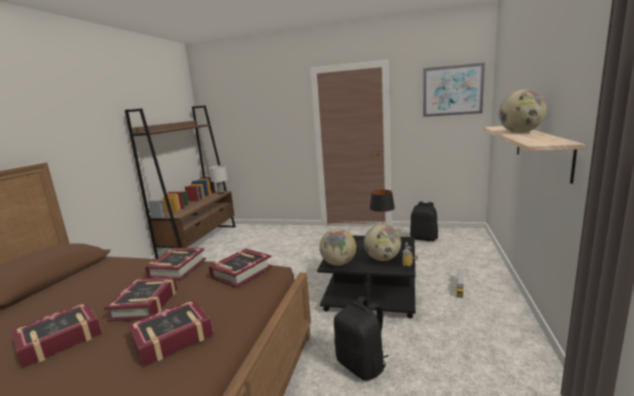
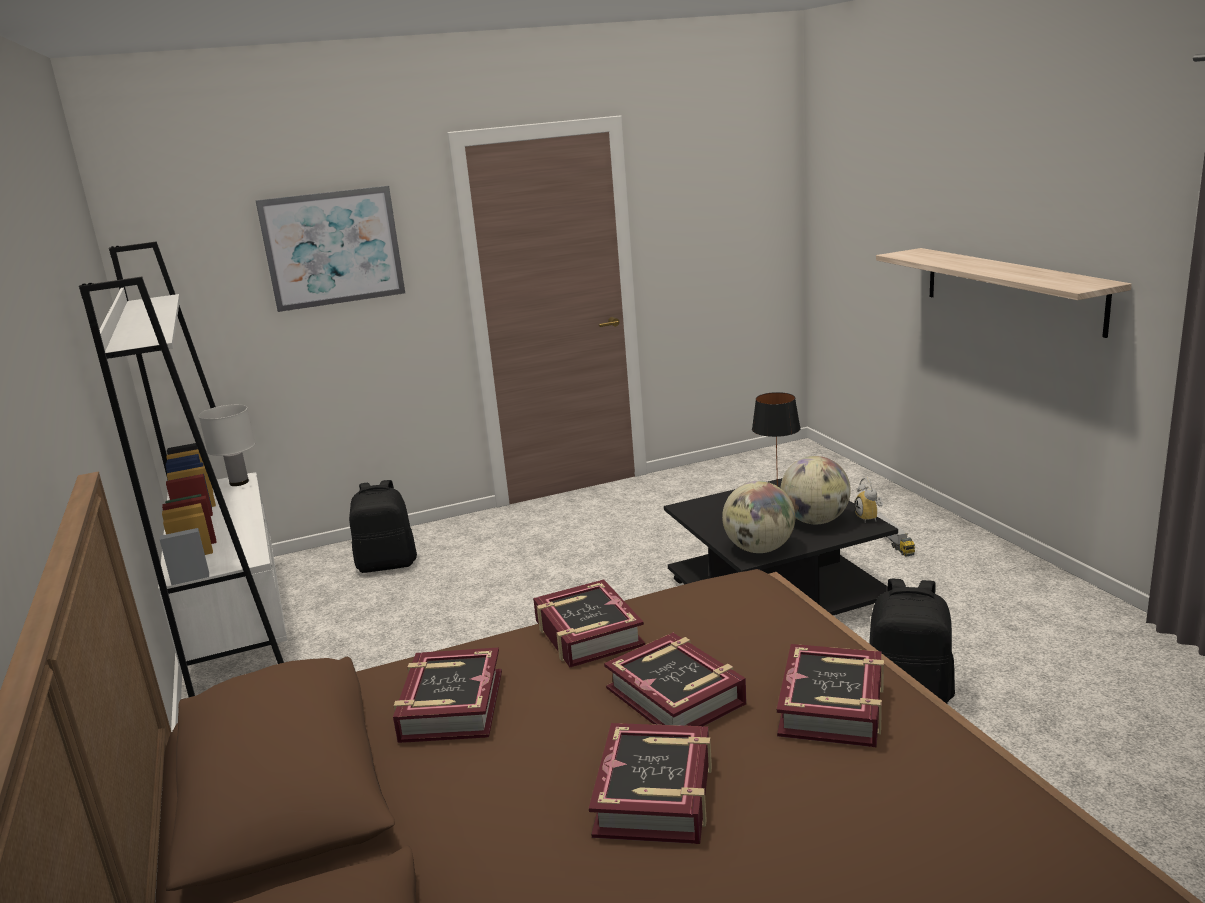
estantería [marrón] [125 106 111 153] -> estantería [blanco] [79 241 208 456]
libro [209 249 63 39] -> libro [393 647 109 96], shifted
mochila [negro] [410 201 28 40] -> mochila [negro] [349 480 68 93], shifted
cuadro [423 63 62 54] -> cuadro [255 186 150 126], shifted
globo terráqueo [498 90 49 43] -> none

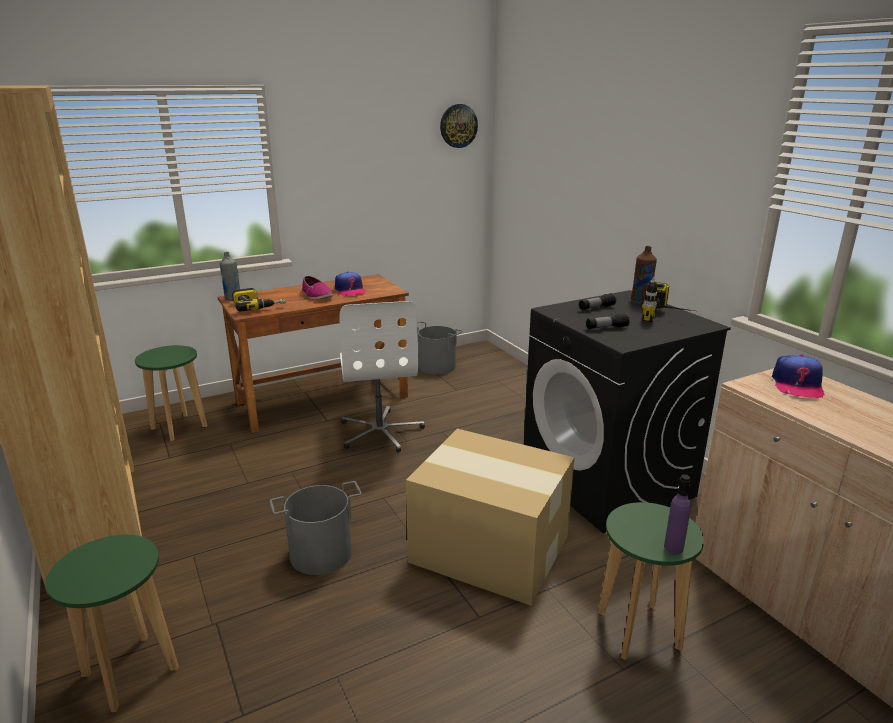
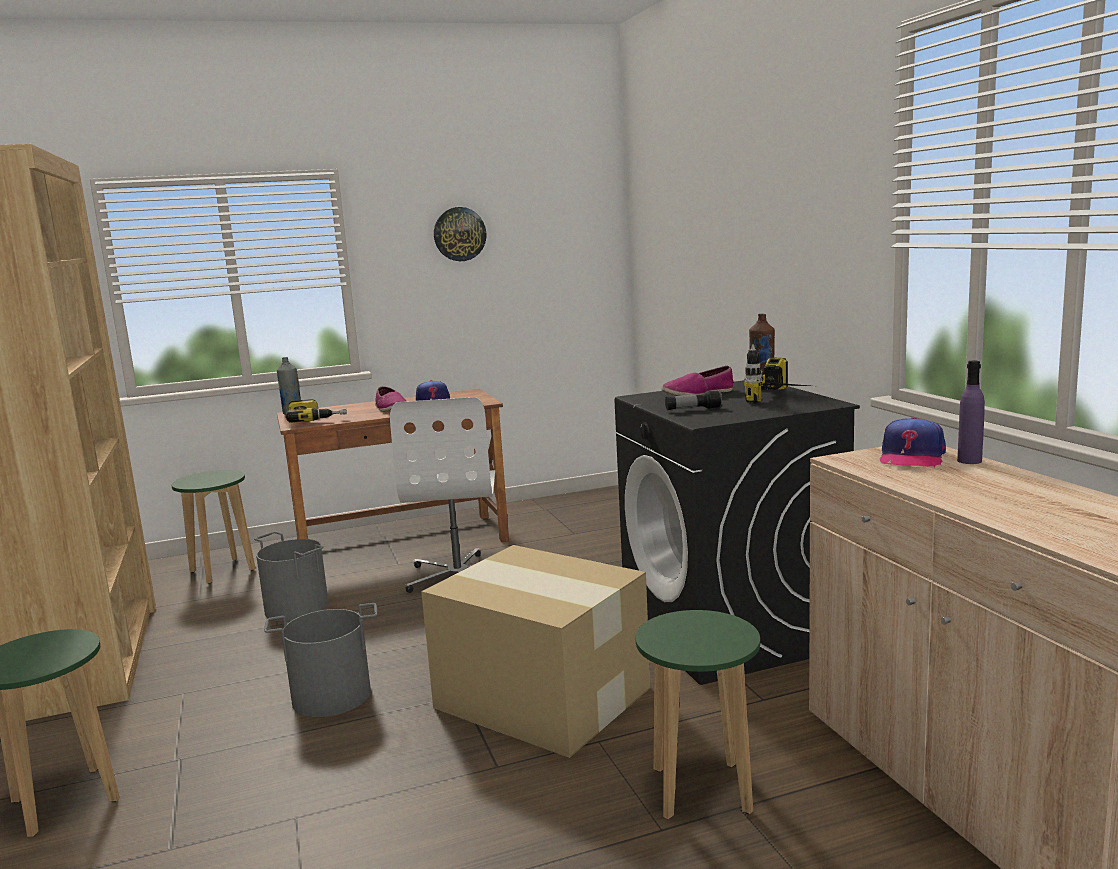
cubo [gris] [417 321 46 54] -> cubo [gris] [254 531 75 90], shifted
reloj de pared [440 104 38 44] -> reloj de pared [434 207 52 54], shifted
linterna [579 293 37 17] -> zapato [662 366 71 30]
botella [morado] [664 475 27 79] -> botella [morado] [957 361 28 103], shifted

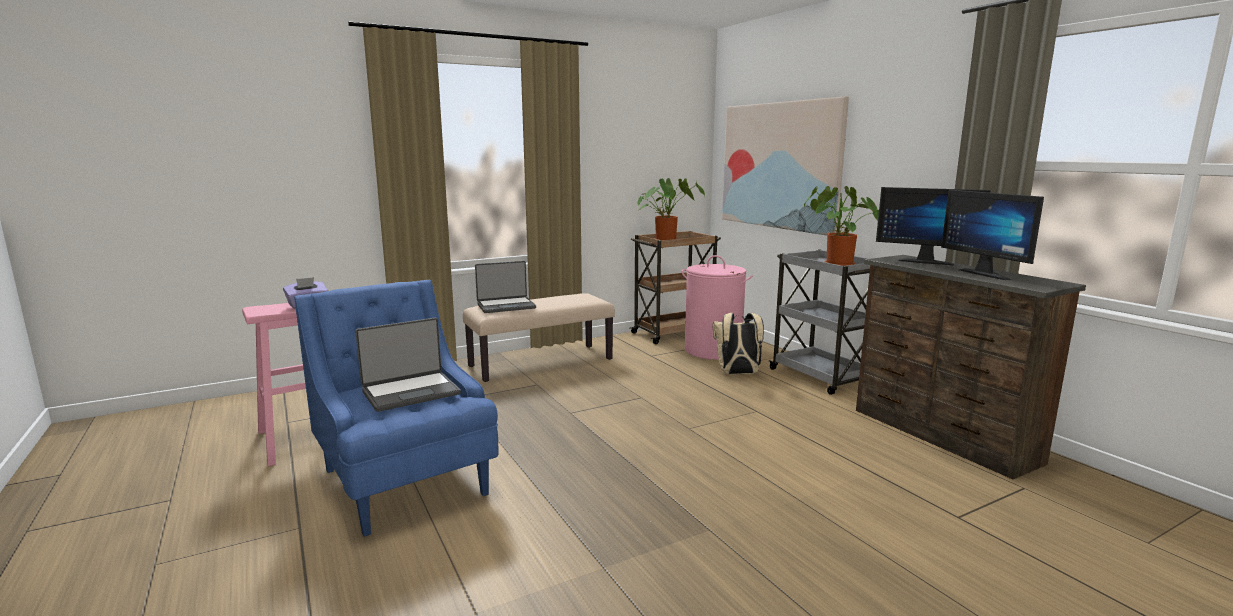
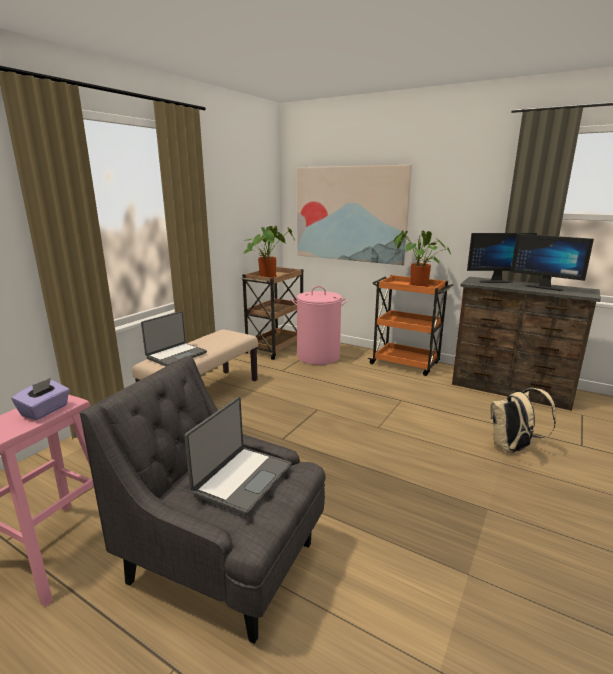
sillón [azul] [294 280 204 257] -> sillón [gris] [80 356 246 288]
mochila [beis] [713 313 51 61] -> mochila [beis] [490 388 66 65], shifted
carrito [gris] [769 249 101 146] -> carrito [naranja] [368 275 85 101]

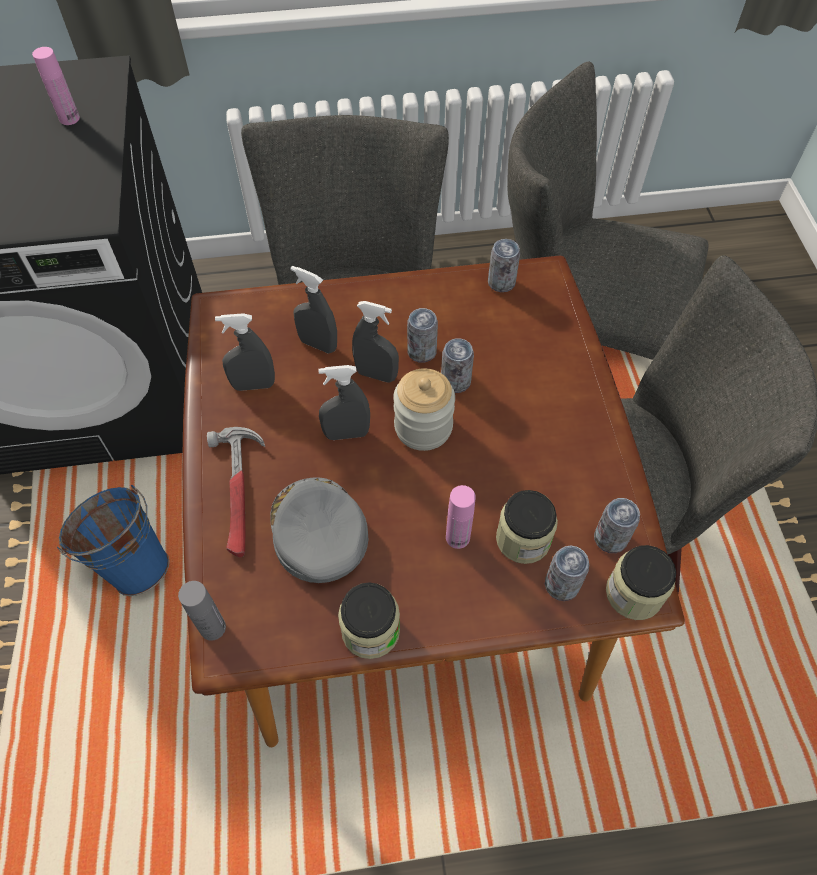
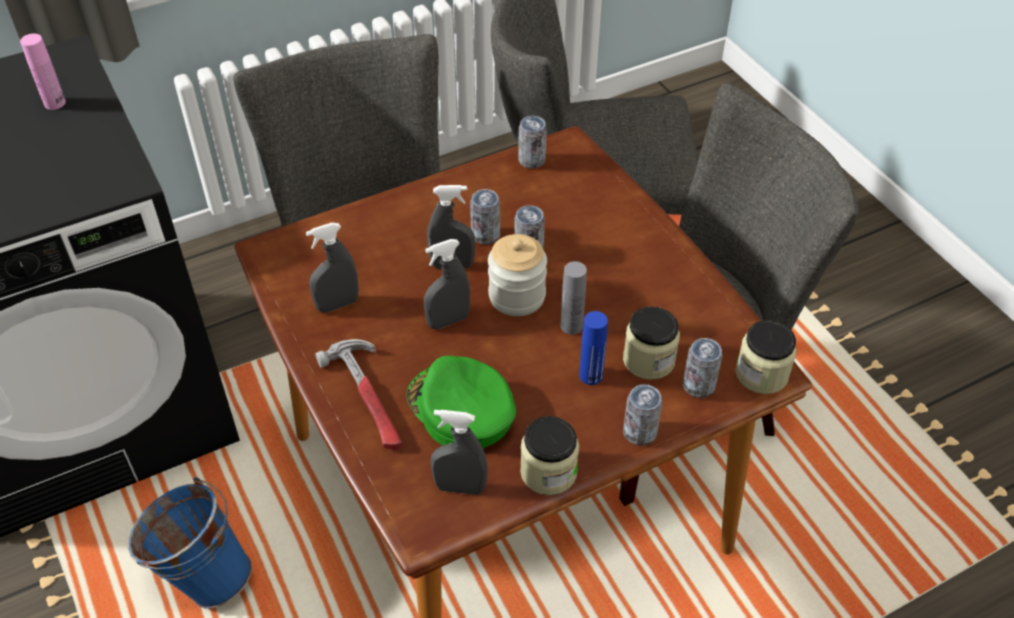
botella [gris] [178 581 48 60] -> botella [gris] [560 261 27 73], shifted
gorra [gris] [270 477 98 106] -> gorra [verde] [407 356 109 92]
pulverizador [gris] [290 266 47 87] -> pulverizador [gris] [430 410 57 85], shifted
botella [rosa] [446 485 30 64] -> botella [azul] [579 311 29 74]
lata [594 498 46 55] -> lata [623 384 39 62], shifted

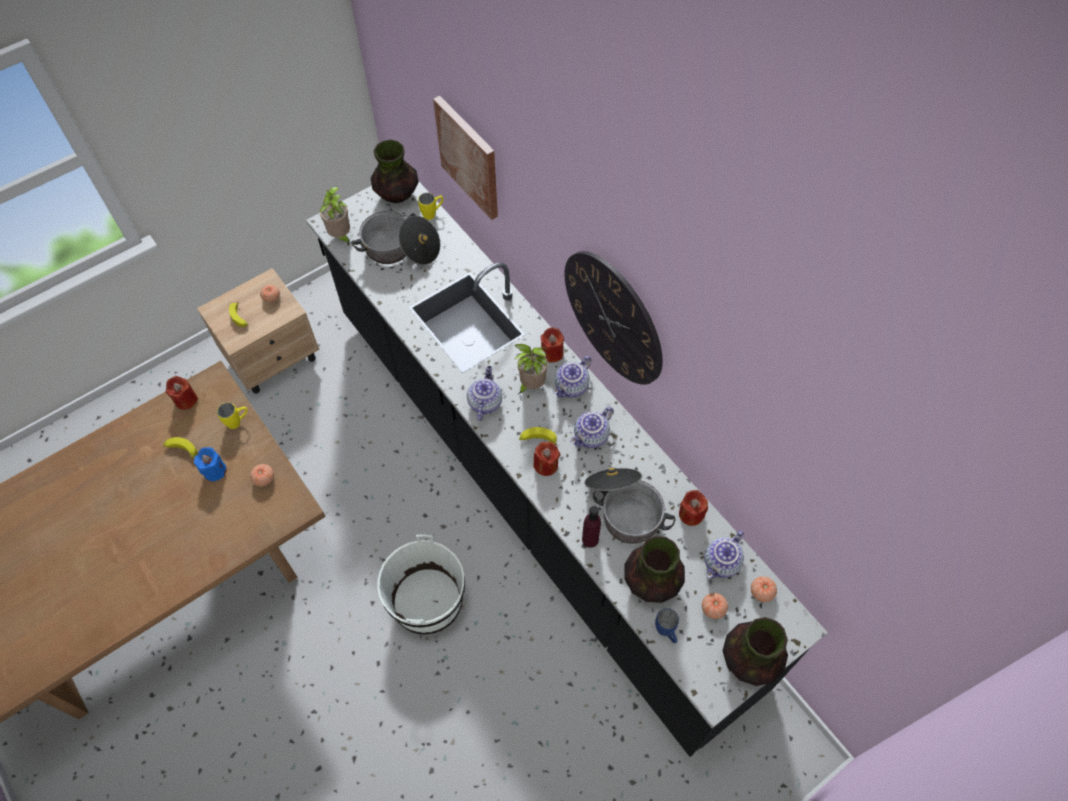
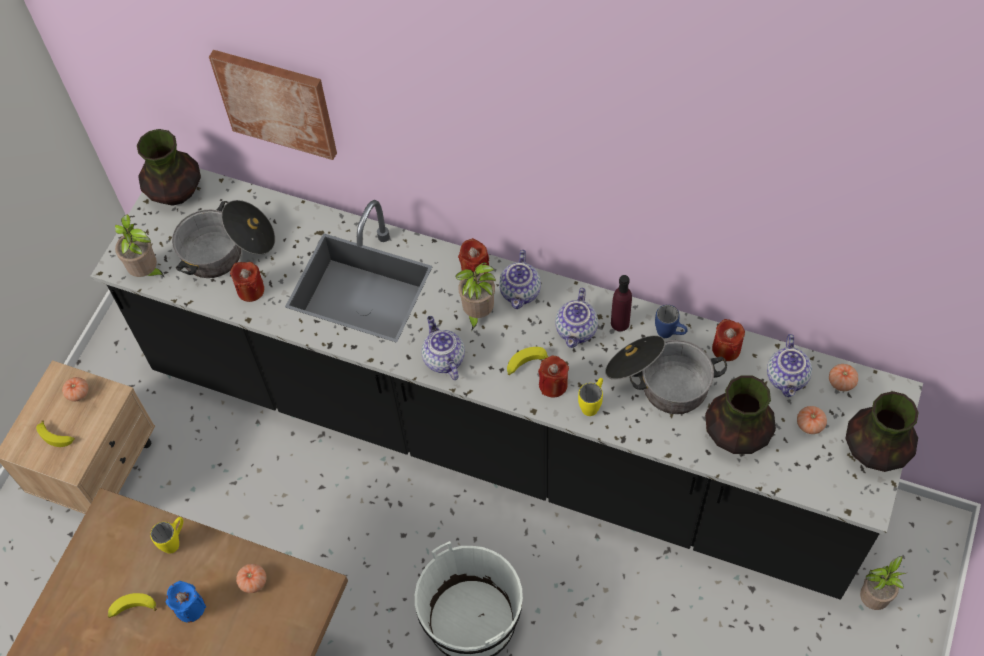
vela [rojo] [165 376 33 34] -> vela [rojo] [230 262 34 40], shifted
taza grande [amarillo] [418 193 25 27] -> taza grande [amarillo] [578 378 25 38], shifted
reloj de pared [565 251 98 134] -> none
botella [morado] [582 506 19 42] -> botella [morado] [611 275 21 56], shifted
taza grande [azul] [655 609 24 34] -> taza grande [azul] [655 305 33 33], shifted
none -> planta en maceta [860 556 46 54]

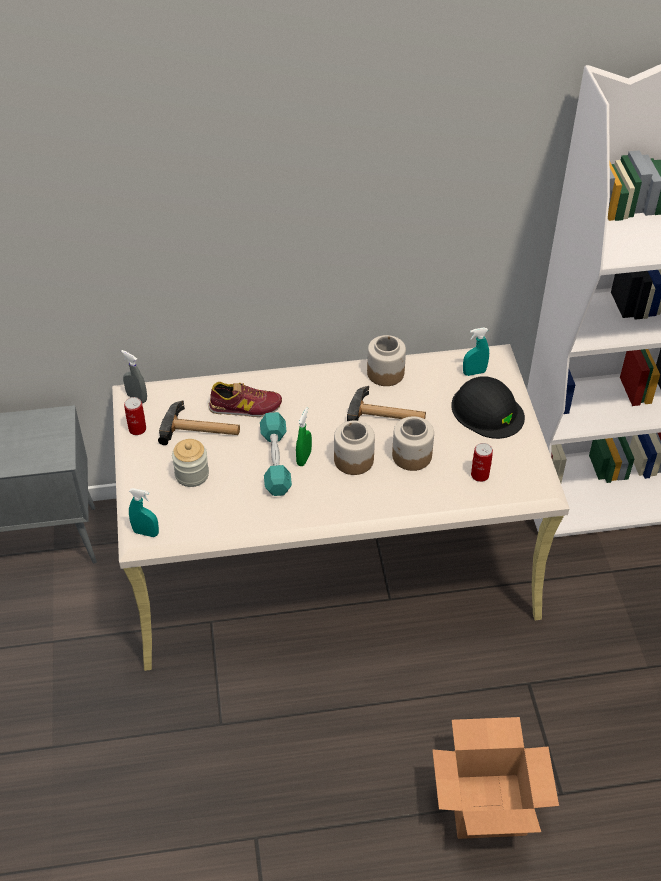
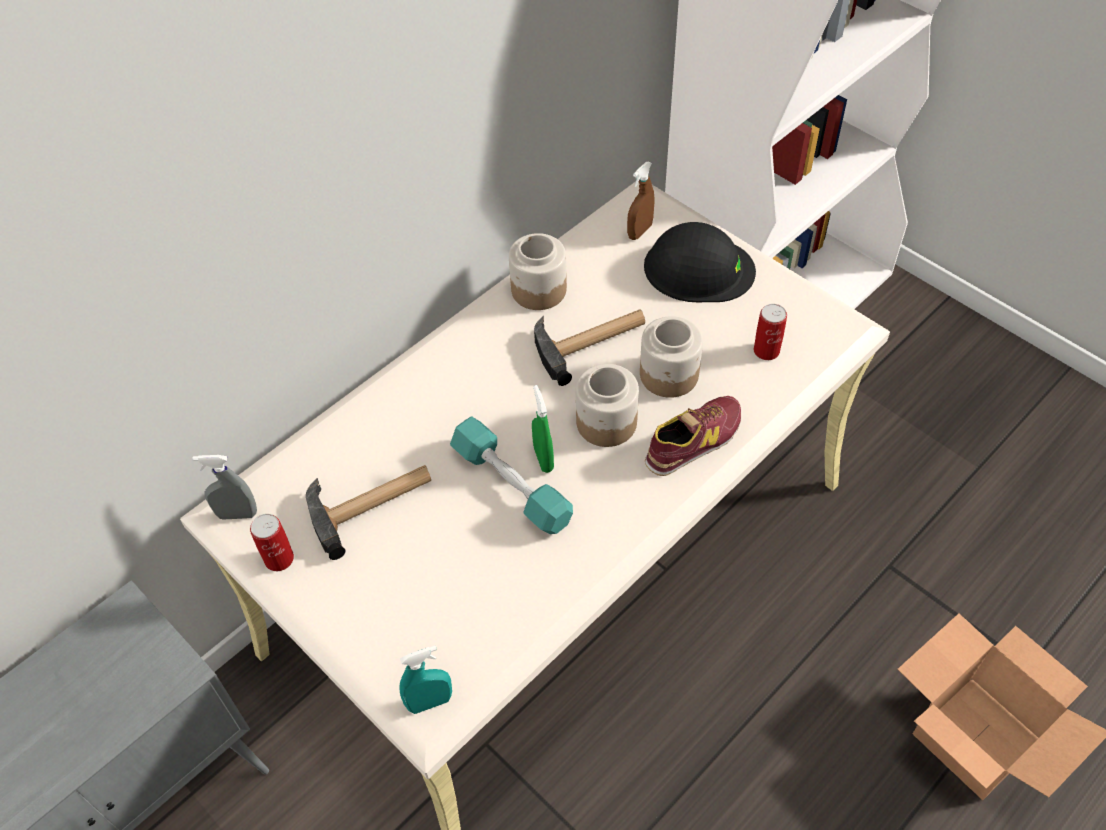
tarro [172 439 37 48] -> none
zapato [208 382 74 35] -> zapato [645 396 96 80], shifted
pulverizador [turquesa] [463 327 26 49] -> pulverizador [marrón] [627 162 28 78]

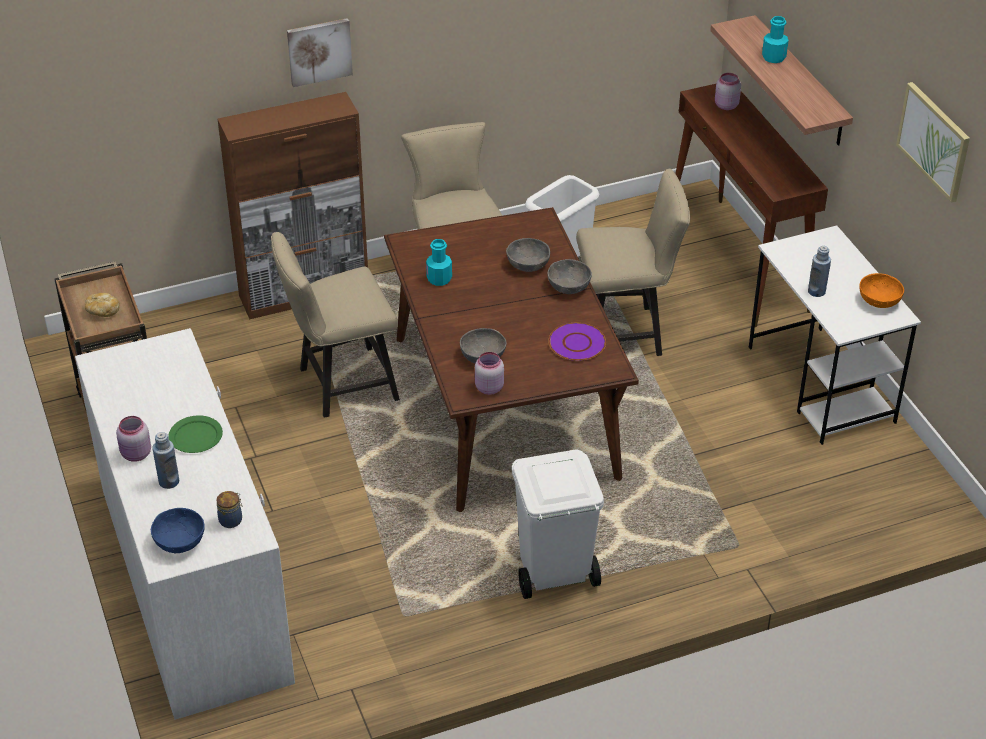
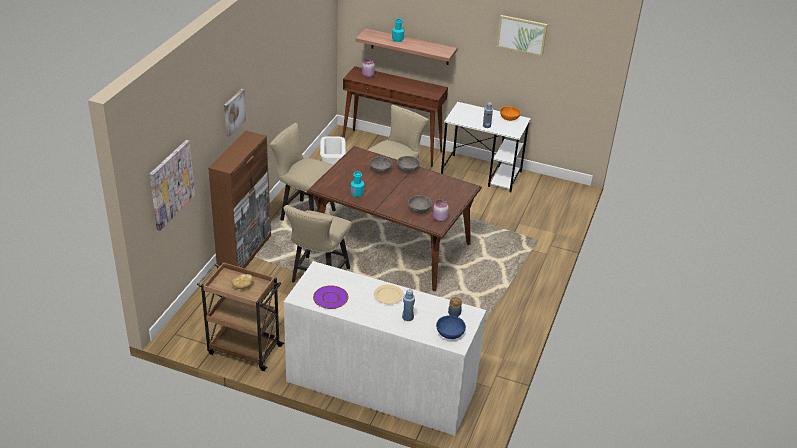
tarro [rosa] [116 416 35 46] -> none
plato [verde] [168 415 55 38] -> plato [beis] [374 285 30 19]
papelera [blanco] [512 449 92 150] -> none
plato [morado] [548 323 58 38] -> plato [morado] [313 285 35 24], shifted
none -> cuadro [150 140 45 91]

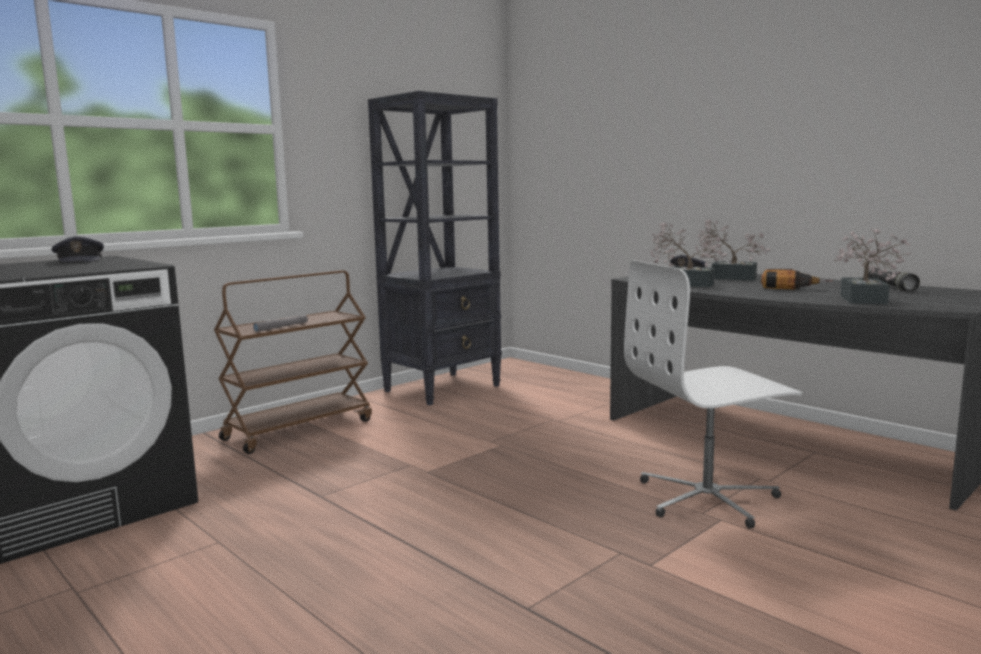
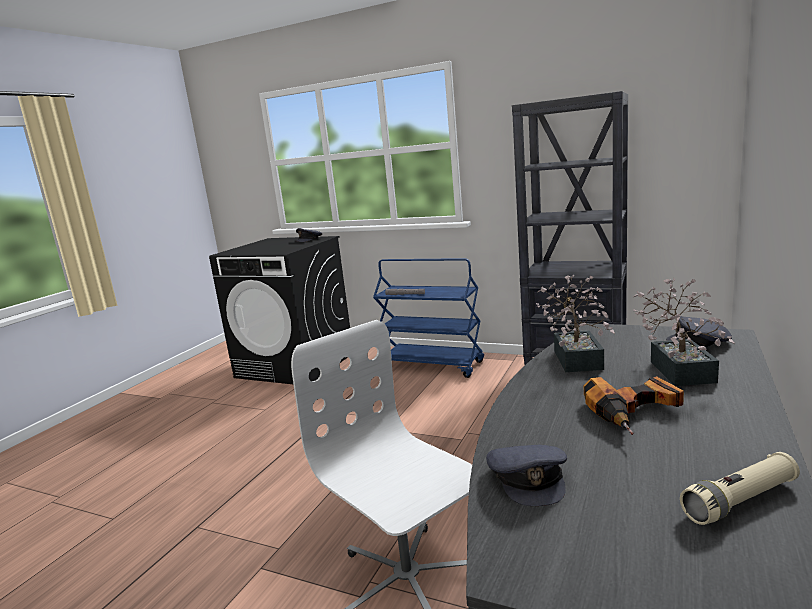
carrito [marrón] [214 270 158 184] -> carrito [azul] [373 258 111 120]
planta en maceta [834 229 77 75] -> gorra [gris] [486 445 81 61]
linterna [negro] [868 268 52 23] -> linterna [beis] [680 452 120 73]

